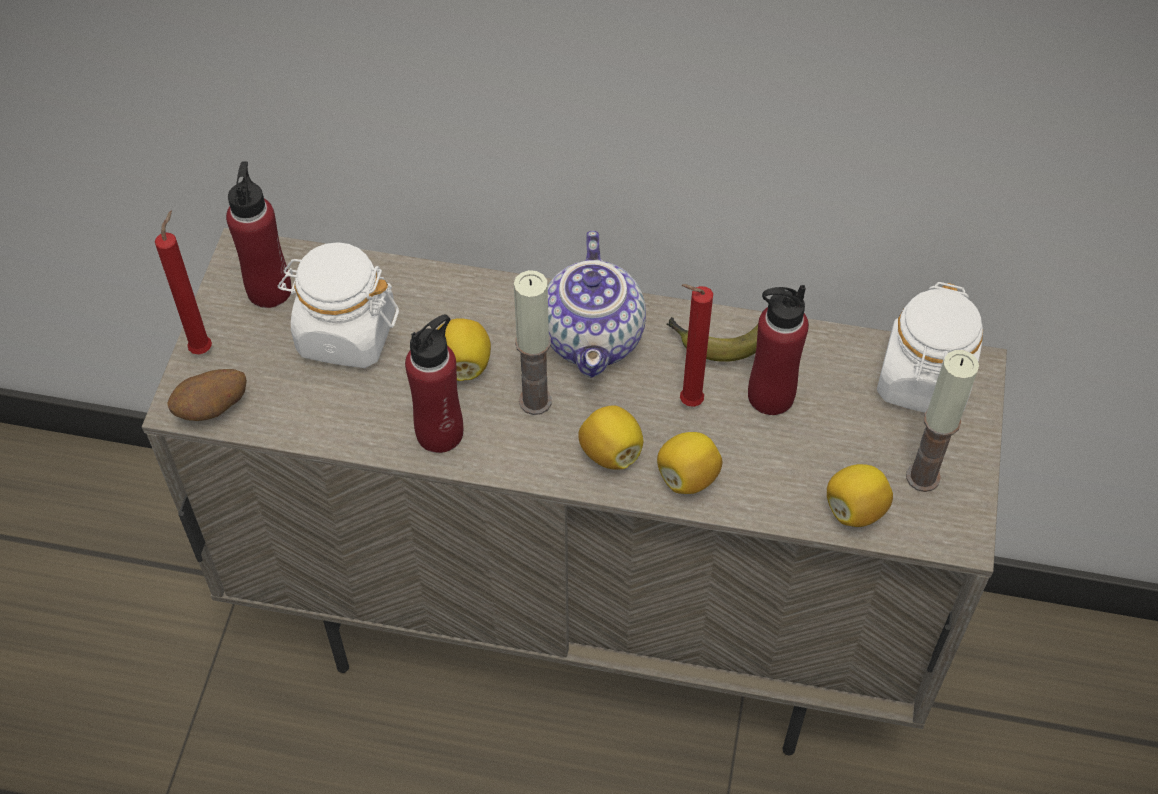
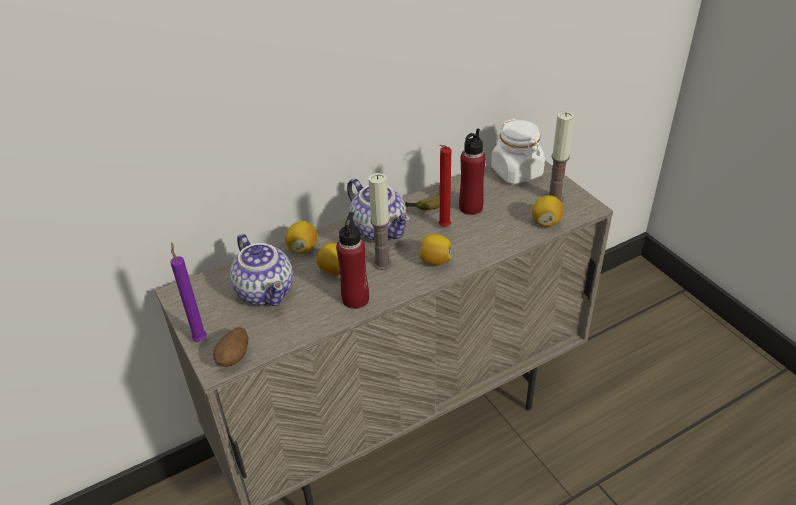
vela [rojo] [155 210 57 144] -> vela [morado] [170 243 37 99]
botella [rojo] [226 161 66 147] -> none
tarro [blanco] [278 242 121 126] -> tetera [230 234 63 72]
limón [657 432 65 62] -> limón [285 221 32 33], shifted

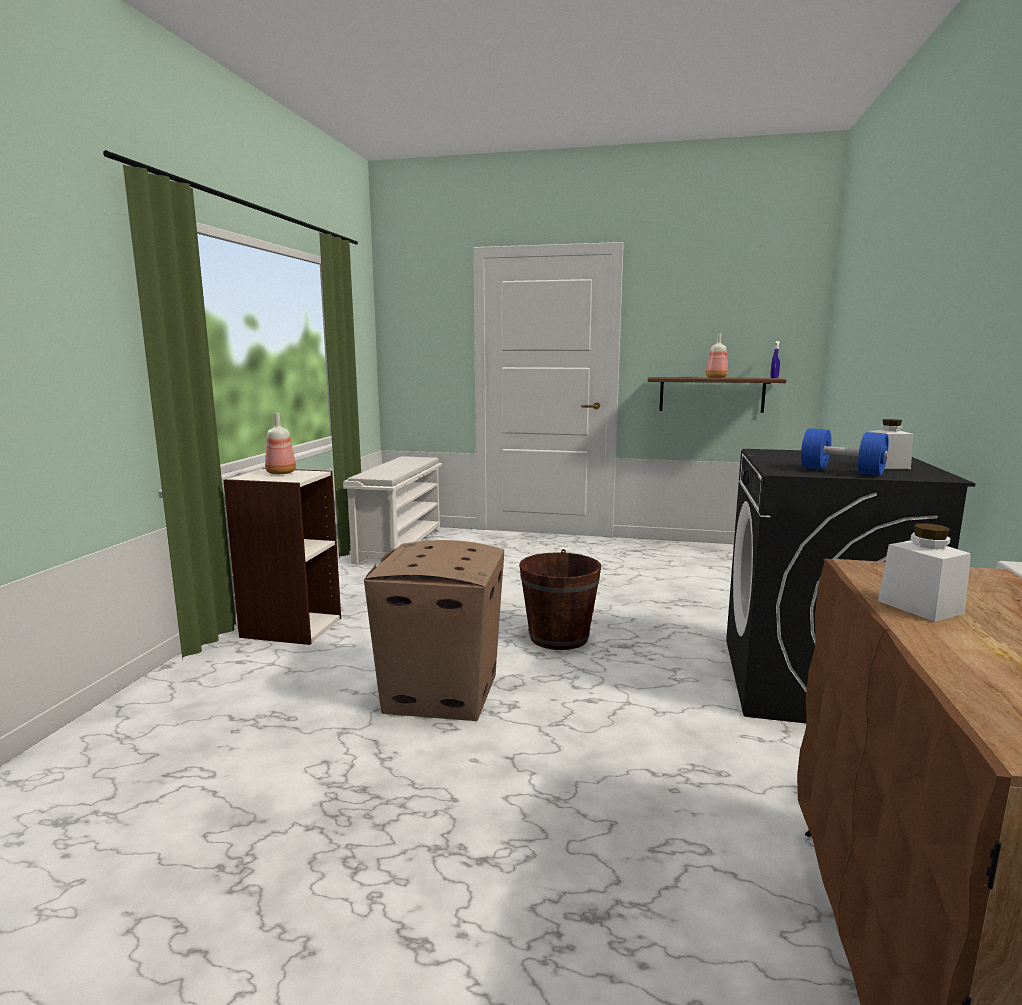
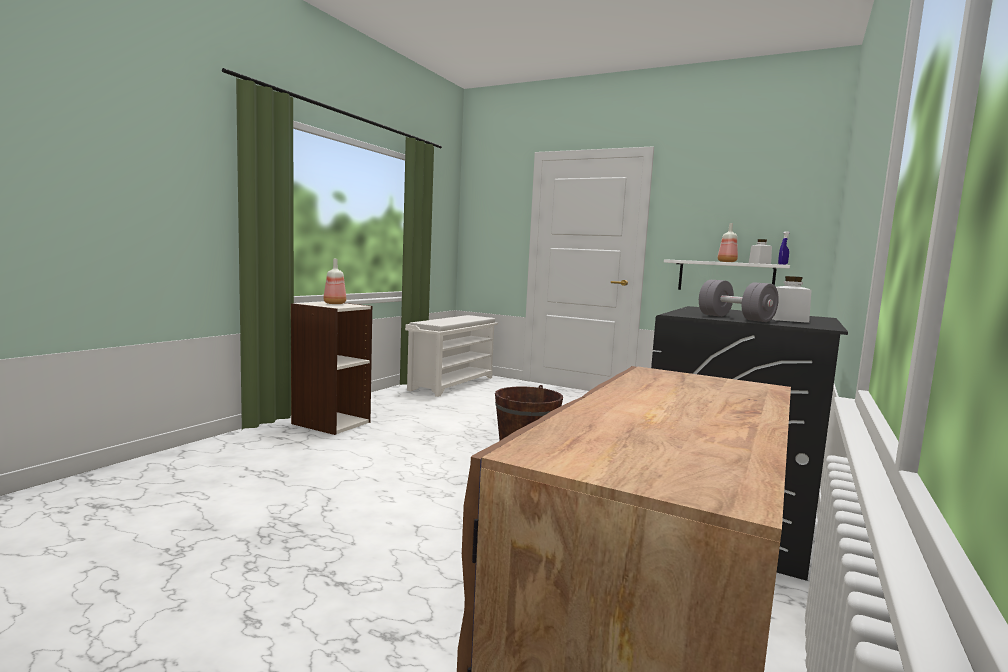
caja de cartón [364 540 140 181] -> none
estante [marrón] [648 377 138 36] -> estante [blanco] [664 259 126 31]
mancuerna [azul] [801 428 88 48] -> mancuerna [gris] [699 280 80 42]
tarro [blanco] [878 523 93 99] -> tarro [blanco] [749 239 23 25], shifted

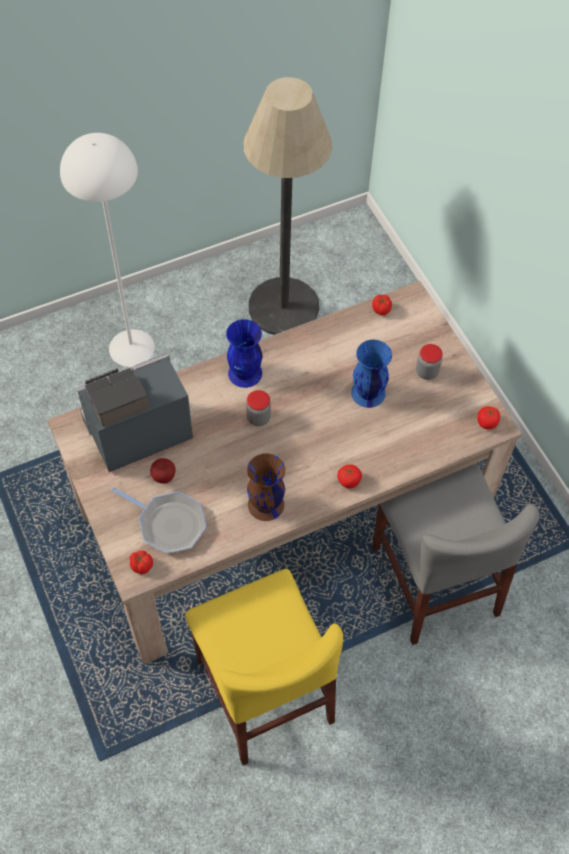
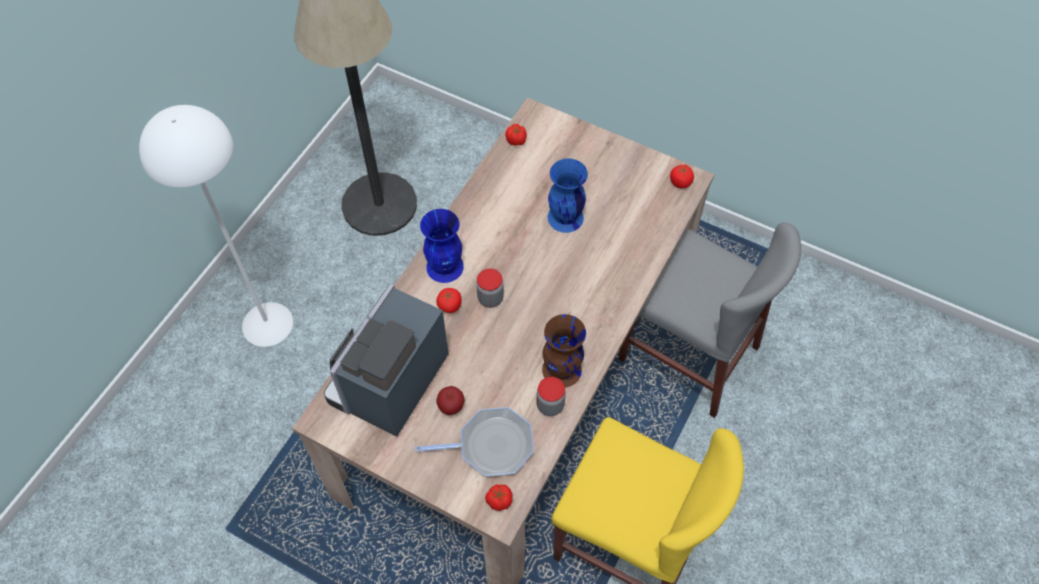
tomate [337 464 25 24] -> tomate [436 288 26 25], shifted
tarro [416 344 27 36] -> tarro [537 377 29 39], shifted

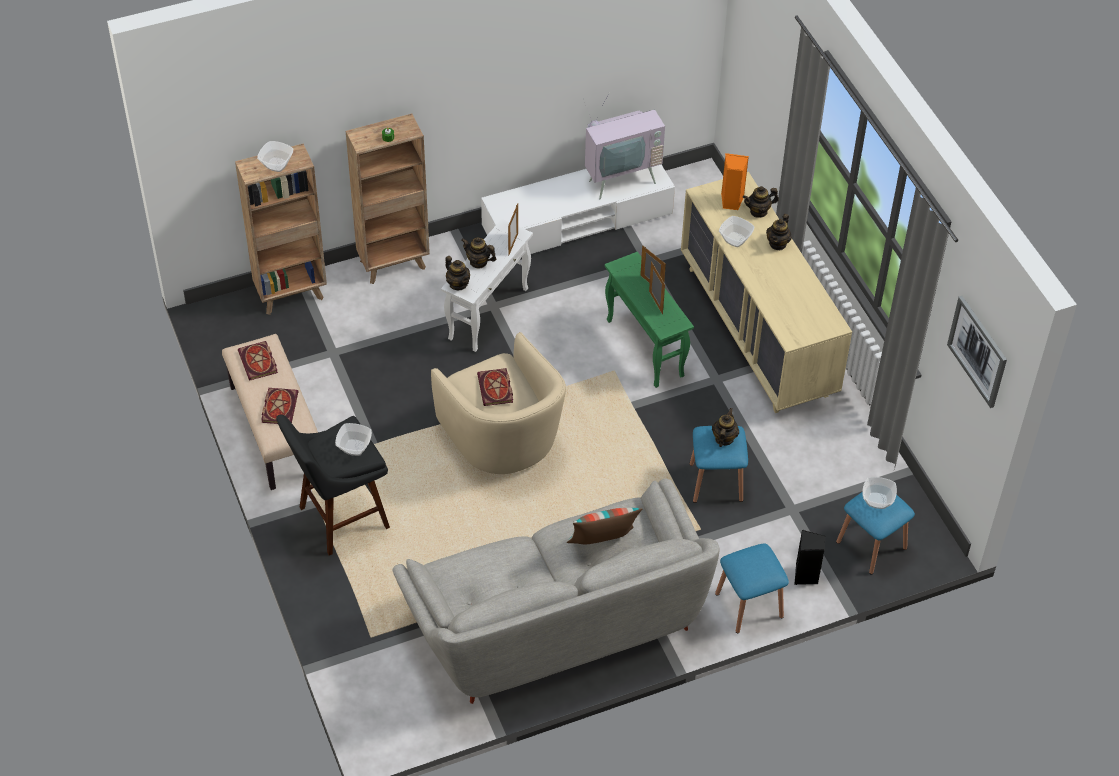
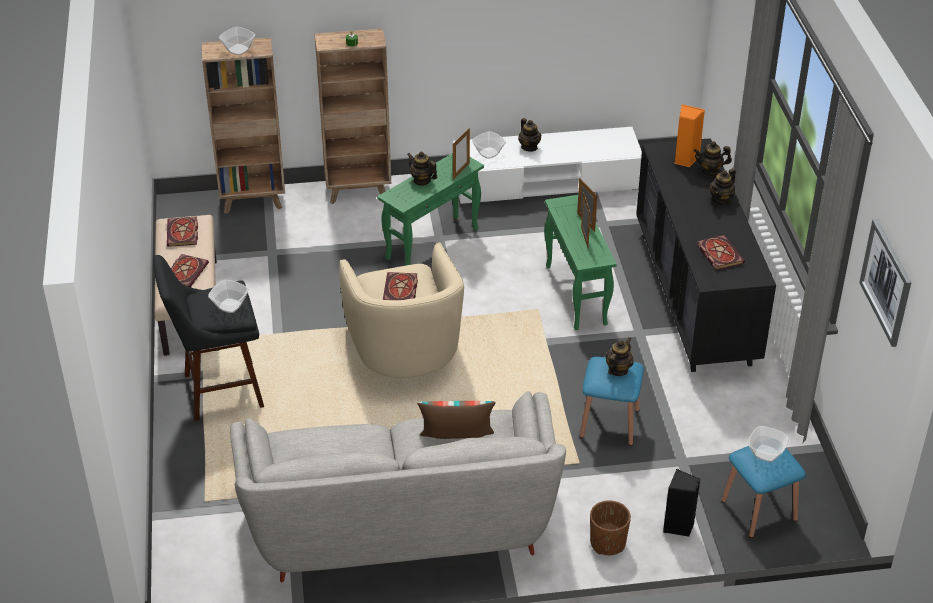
mesa auxiliar [blanco] [441 219 92 133] -> mesa auxiliar [verde] [377 153 107 113]
tetera [445 256 25 34] -> tetera [518 118 23 34], shifted
televisor [583 98 82 102] -> none
cómoda [beis] [681 172 171 241] -> cómoda [negro] [636 138 140 234]
taburete [azul] [715 543 74 91] -> maceta [marrón] [590 500 41 55]
cuenco [719 216 35 31] -> cuenco [472 131 34 28], shifted
none -> libro [697 235 48 35]

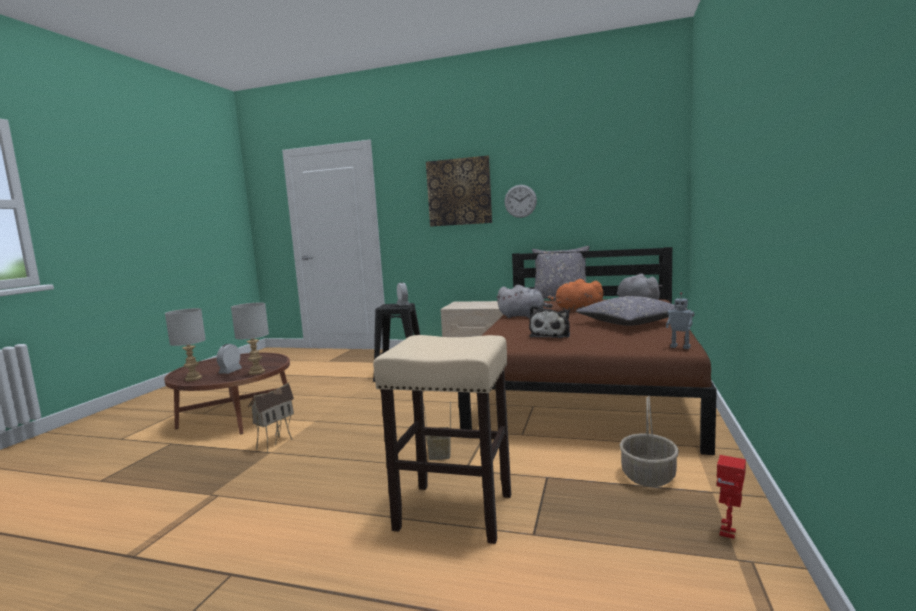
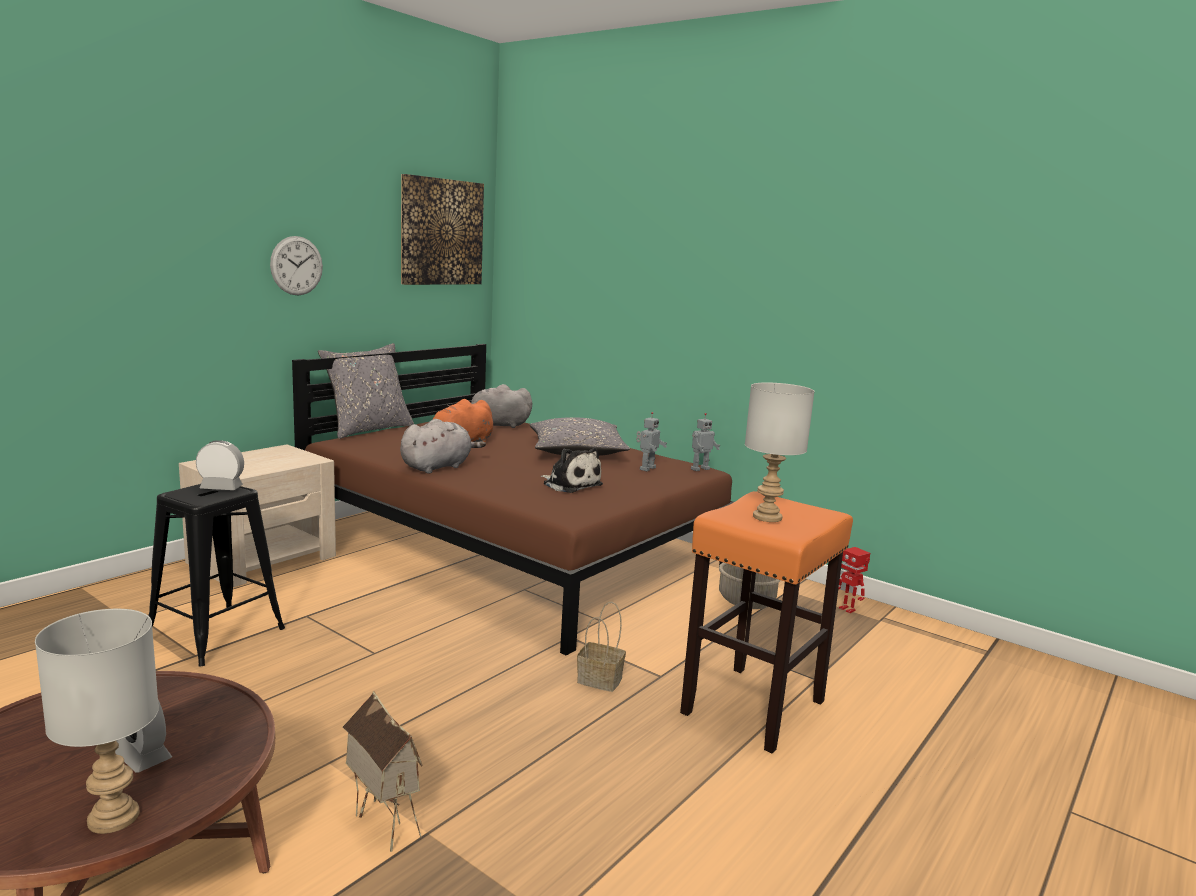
lámpara de mesa [gris] [231 303 38 72] -> lámpara de mesa [gris] [745 382 70 140], shifted
taburete [beis] [373 335 138 209] -> taburete [naranja] [680 491 173 262]
cuadro [426 155 66 72] -> cuadro [401 174 83 111], shifted
none -> robot de juguete [636 412 31 59]

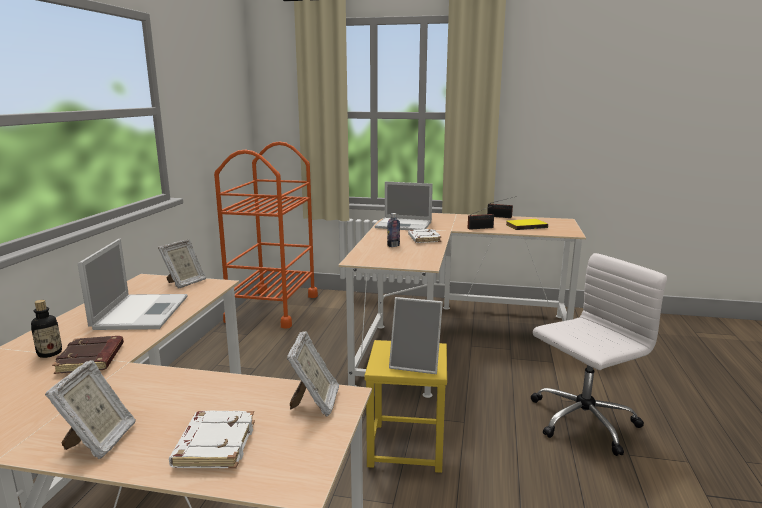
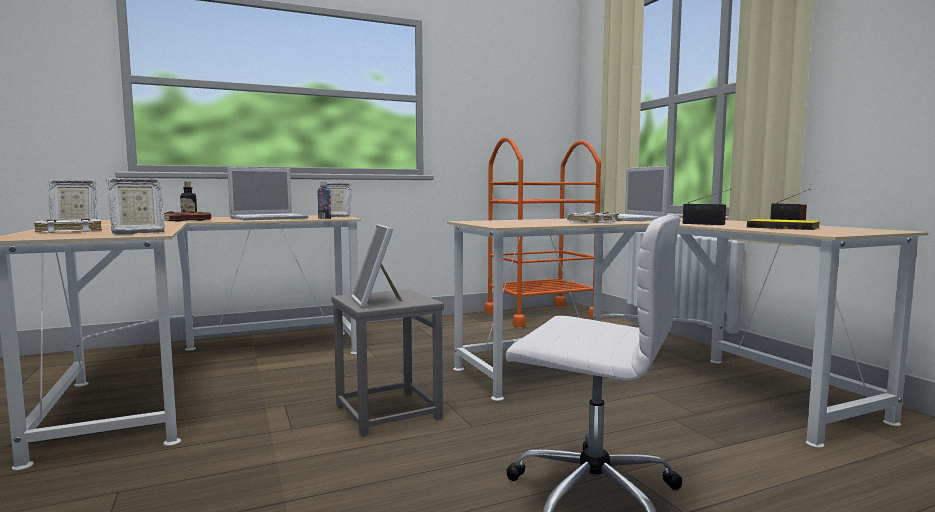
taburete [amarillo] [364 340 83 133] -> taburete [gris] [331 289 113 148]
botella [387 213 13 34] -> botella [318 182 13 37], shifted

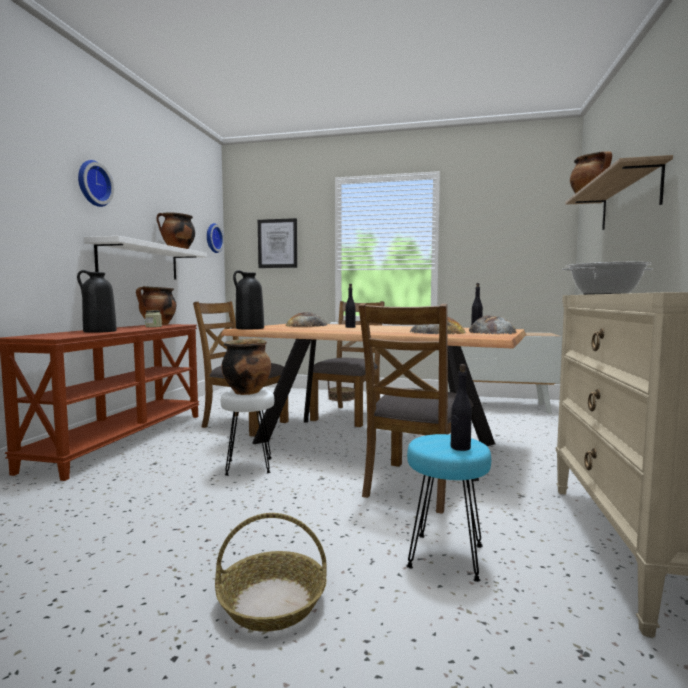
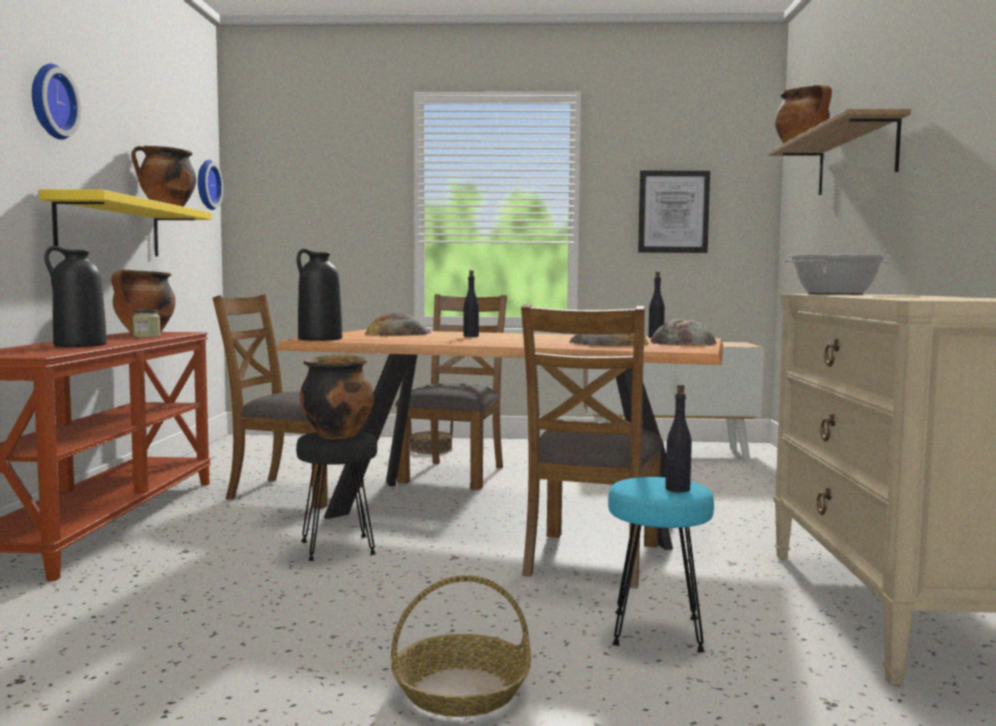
estante [blanco] [84 236 123 44] -> estante [amarillo] [39 189 173 67]
taburete [blanco] [221 389 53 87] -> taburete [negro] [296 431 81 130]
cuadro [258 218 39 50] -> cuadro [638 170 72 83], shifted

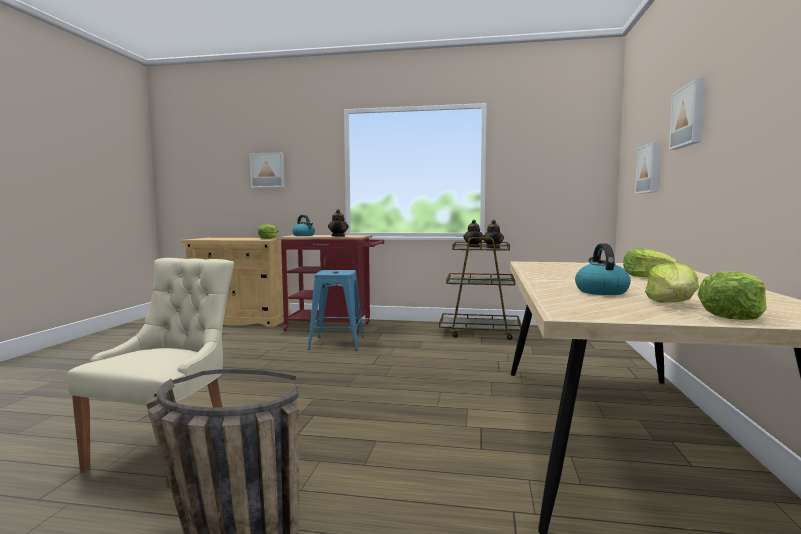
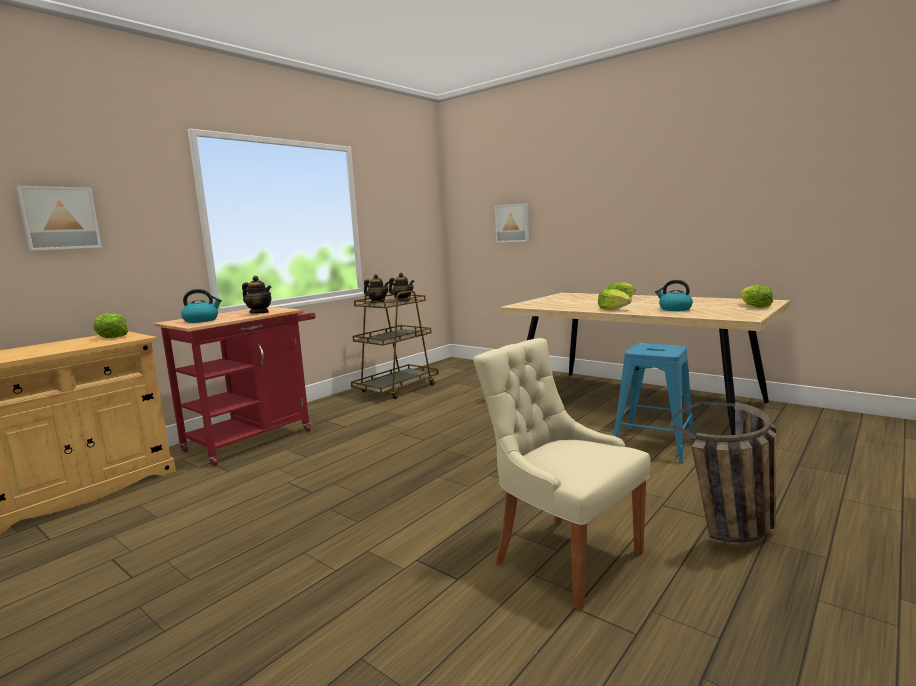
taburete [azul] [308 270 56 81] -> taburete [azul] [614 343 81 120], shifted
lechuga [645 262 54 41] -> lechuga [598 289 34 21], shifted
cuadro [669 78 36 72] -> none

